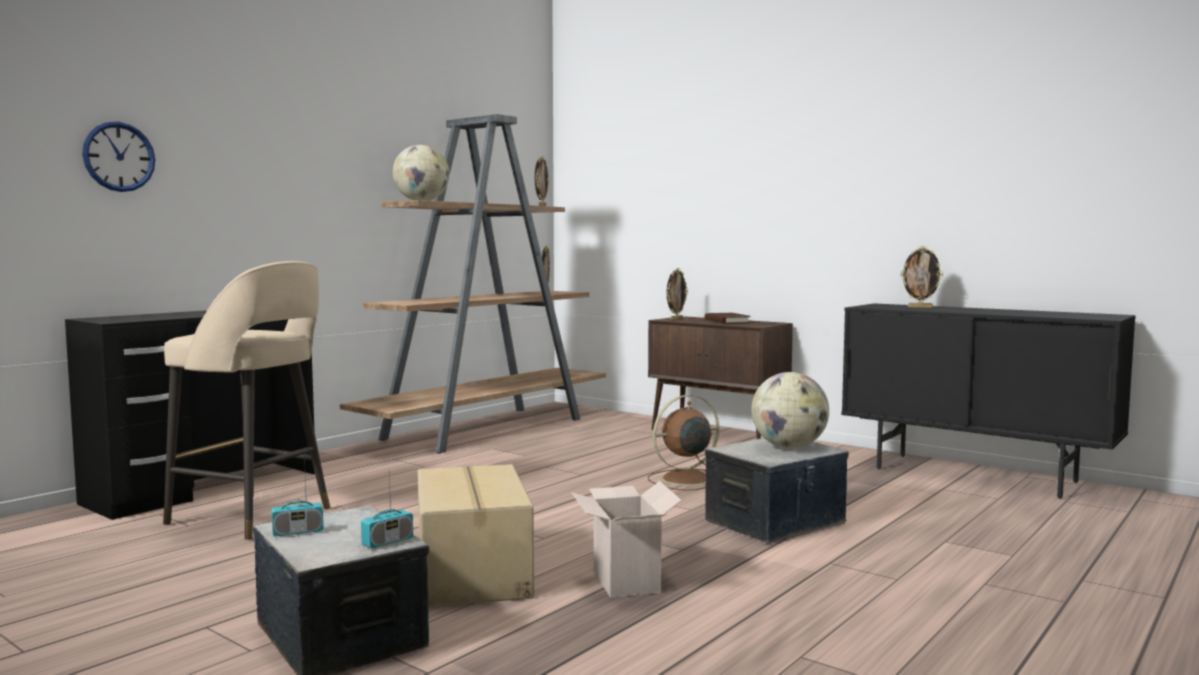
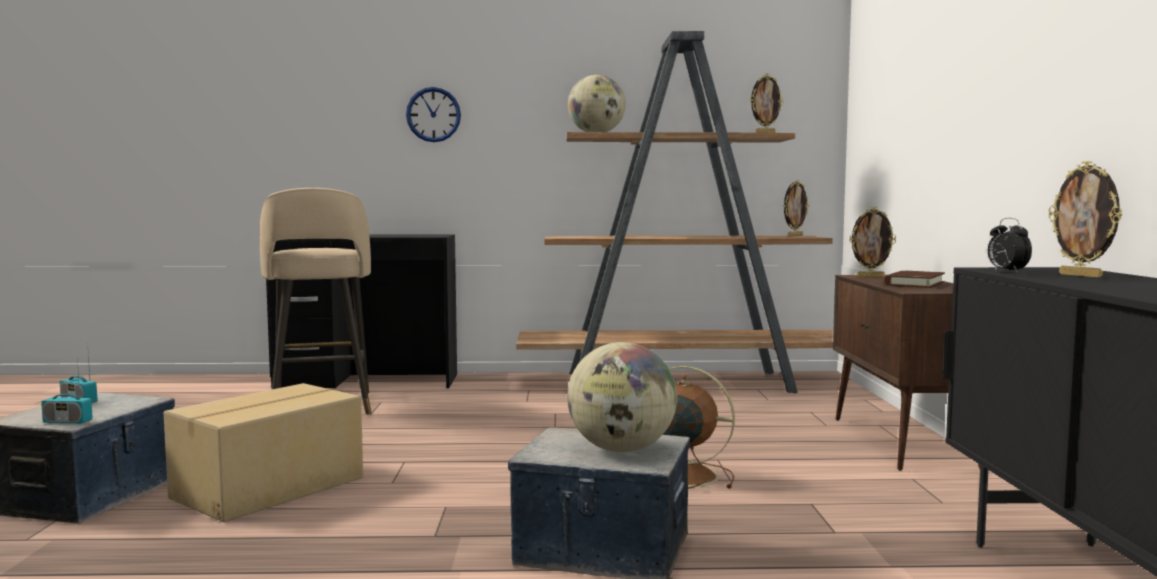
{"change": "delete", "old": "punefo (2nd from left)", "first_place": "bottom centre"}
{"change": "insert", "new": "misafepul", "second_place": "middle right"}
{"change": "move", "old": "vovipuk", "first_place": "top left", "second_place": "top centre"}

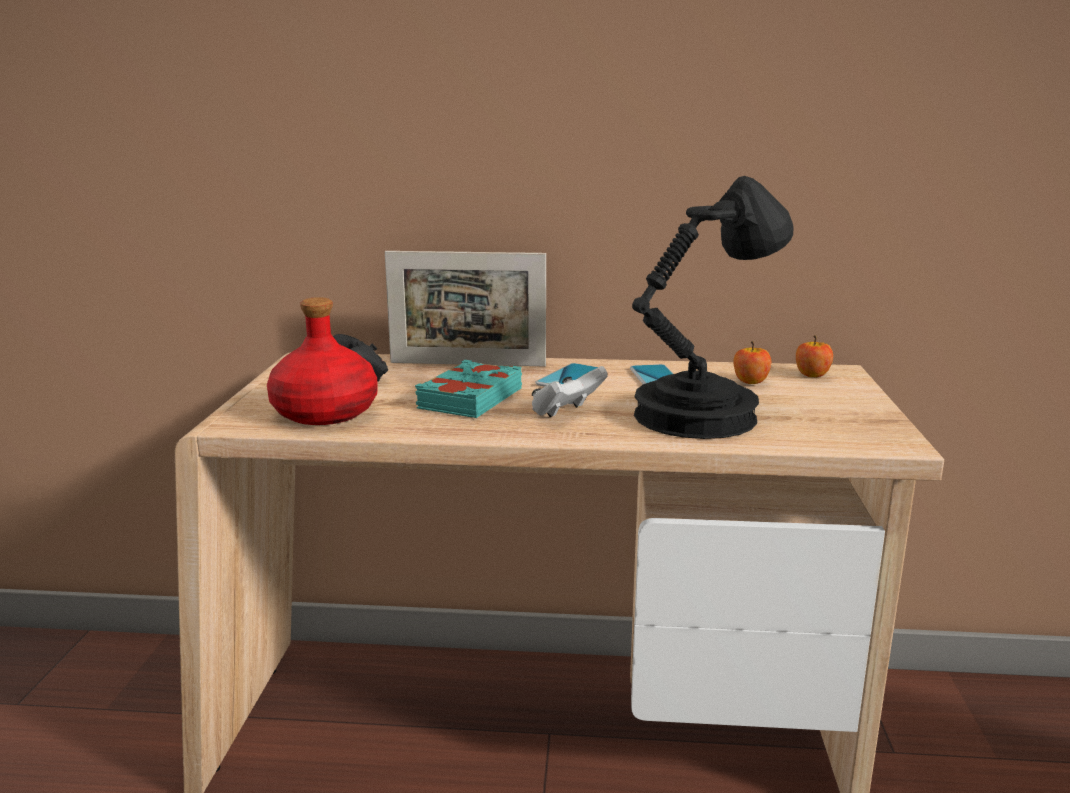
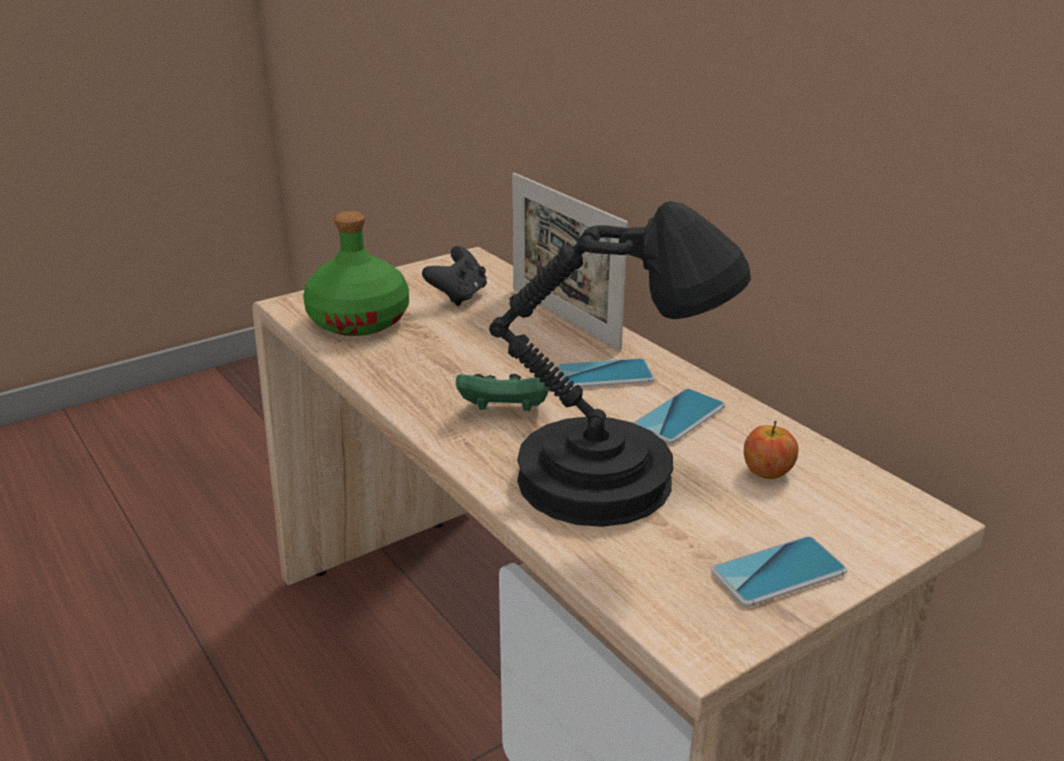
{"change": "delete", "old": "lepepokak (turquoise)", "first_place": "centre"}
{"change": "delete", "old": "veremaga (2nd from left)", "first_place": "middle right"}
{"change": "insert", "new": "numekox (3rd from left)", "second_place": "bottom right"}
{"change": "recolor", "old": "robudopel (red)", "new": "robudopel (green)", "first_place": "middle left", "second_place": "centre"}
{"change": "recolor", "old": "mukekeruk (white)", "new": "mukekeruk (green)", "first_place": "centre", "second_place": "centre"}

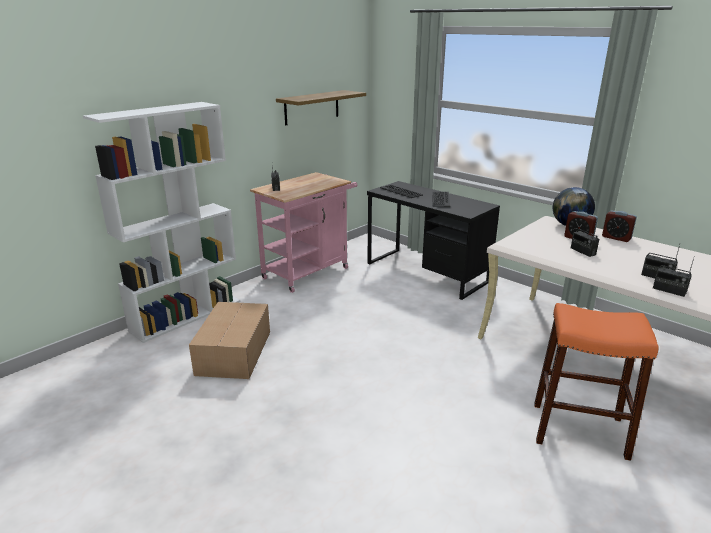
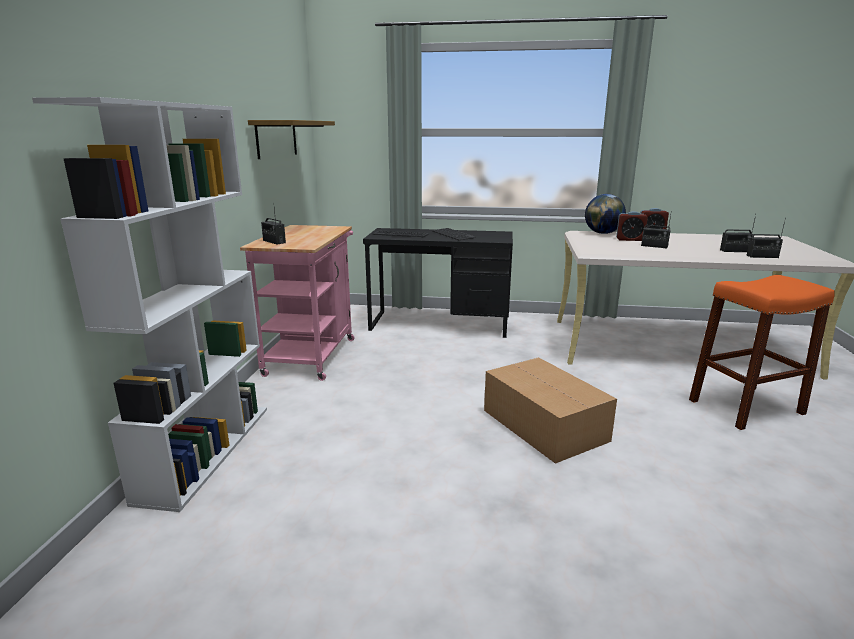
{"change": "move", "old": "punefo", "first_place": "middle left", "second_place": "centre"}

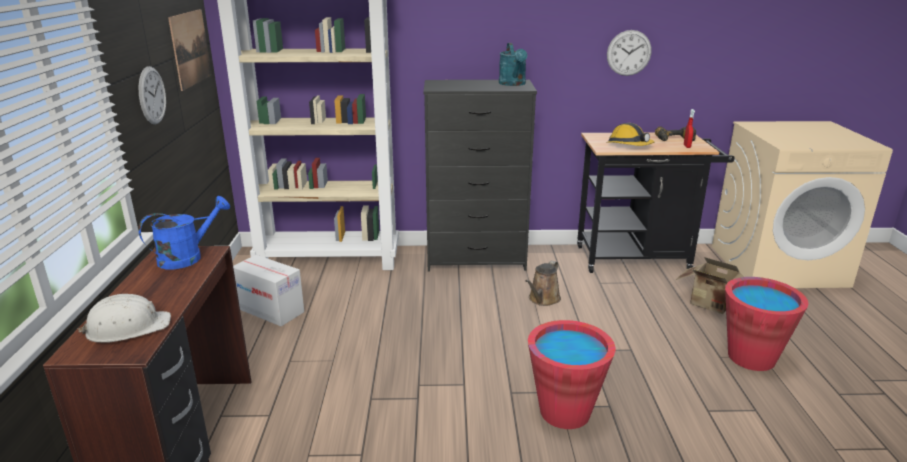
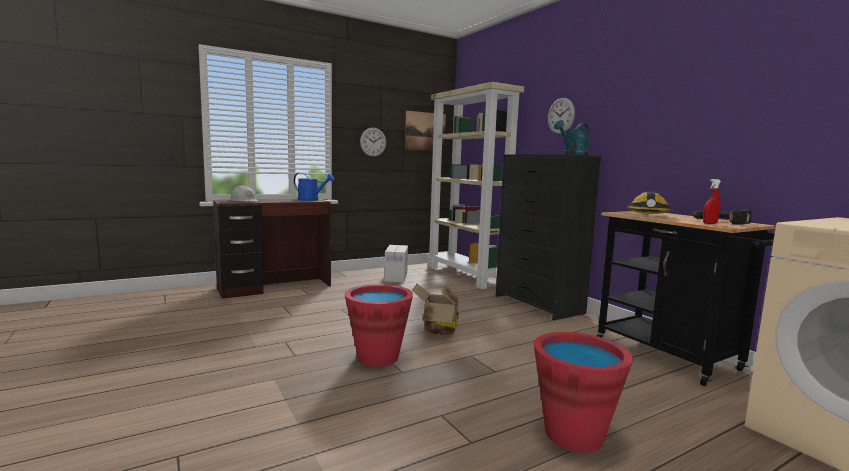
{"change": "delete", "old": "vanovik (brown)", "first_place": "centre"}
{"change": "move", "old": "vovipuk (2nd from left)", "first_place": "top right", "second_place": "top centre"}
{"change": "move", "old": "punefo (2nd from left)", "first_place": "middle right", "second_place": "centre"}

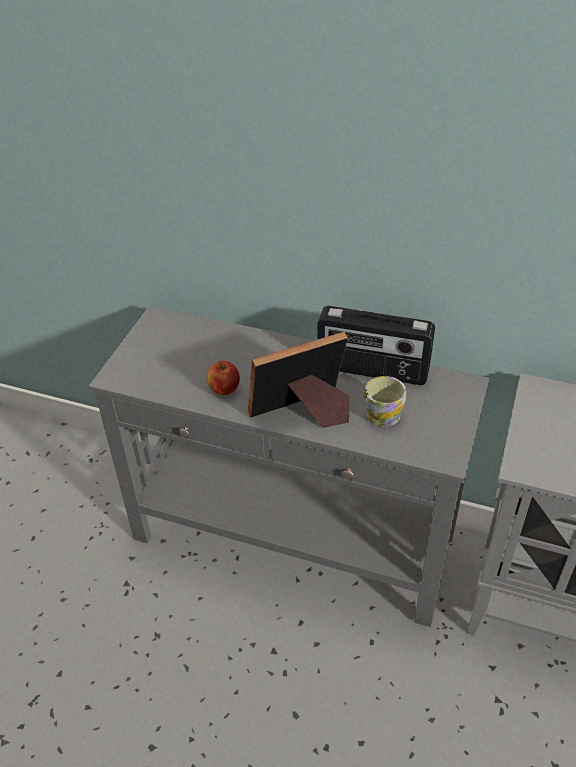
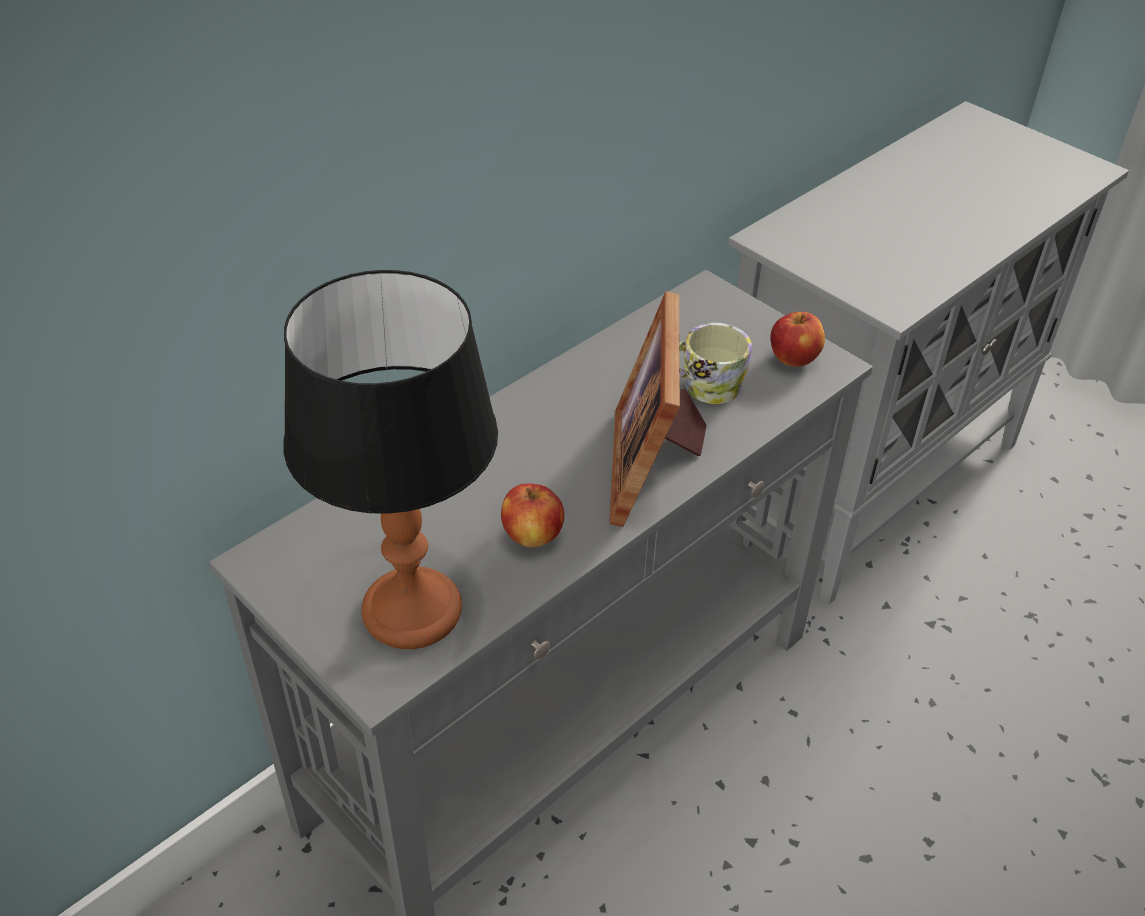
{"change": "delete", "old": "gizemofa", "first_place": "centre"}
{"change": "insert", "new": "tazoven", "second_place": "centre"}
{"change": "insert", "new": "veremaga (2nd from left)", "second_place": "middle right"}

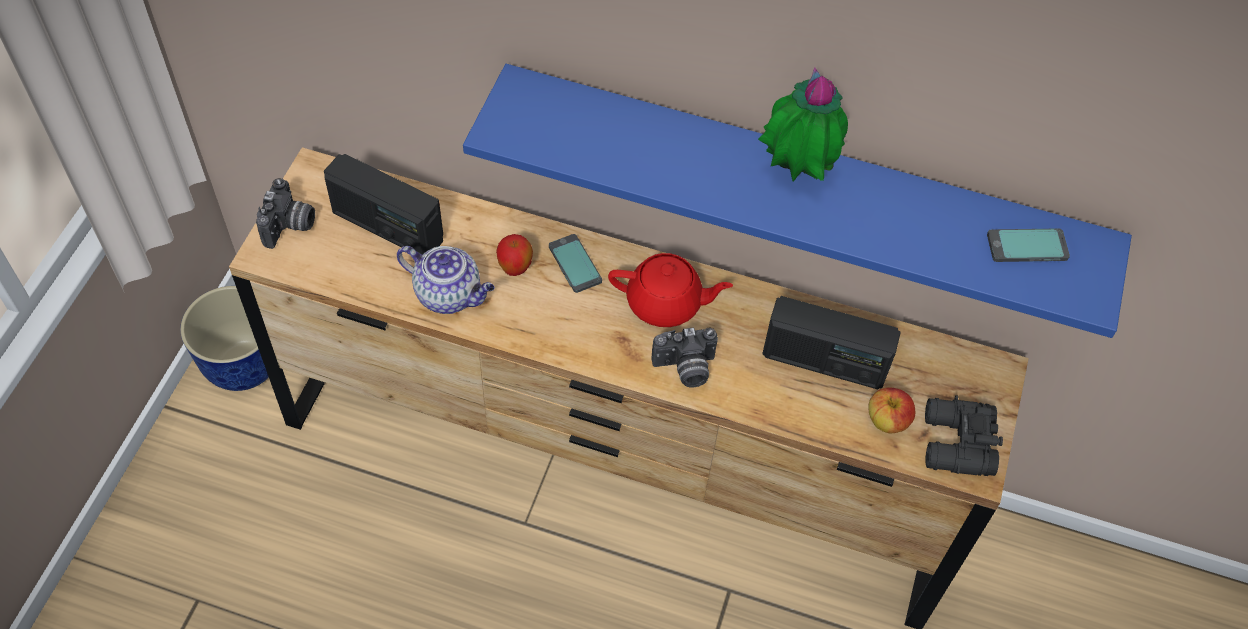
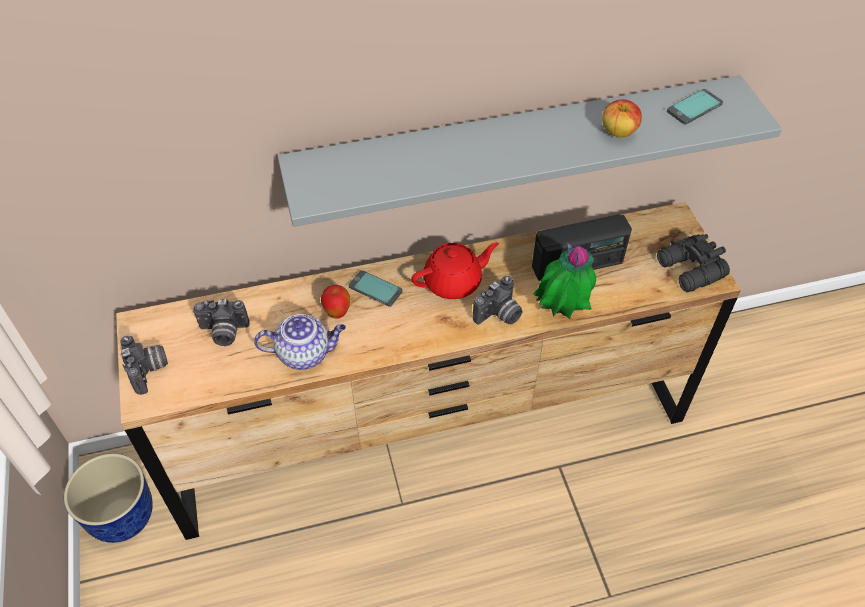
{"change": "move", "old": "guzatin", "first_place": "top centre", "second_place": "centre"}
{"change": "move", "old": "veremaga (2nd from left)", "first_place": "middle right", "second_place": "top right"}
{"change": "replace", "old": "gizemofa (1st from left)", "new": "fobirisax (2nd from left)", "first_place": "top left", "second_place": "middle left"}
{"change": "recolor", "old": "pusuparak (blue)", "new": "pusuparak (grey)", "first_place": "top centre", "second_place": "top centre"}

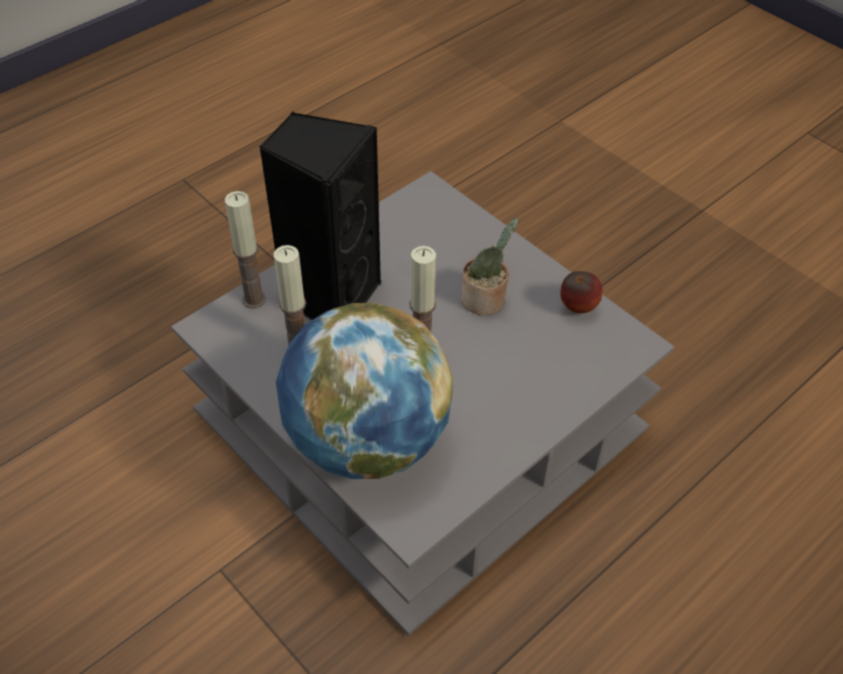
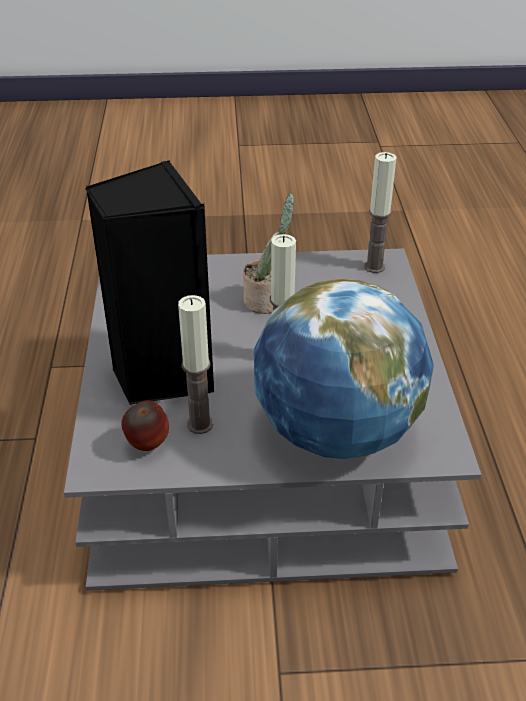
{"change": "move", "old": "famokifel (1st from left in the first image)", "new": "famokifel (3rd from left)", "first_place": "middle left", "second_place": "top right"}
{"change": "move", "old": "veremaga", "first_place": "middle right", "second_place": "middle left"}

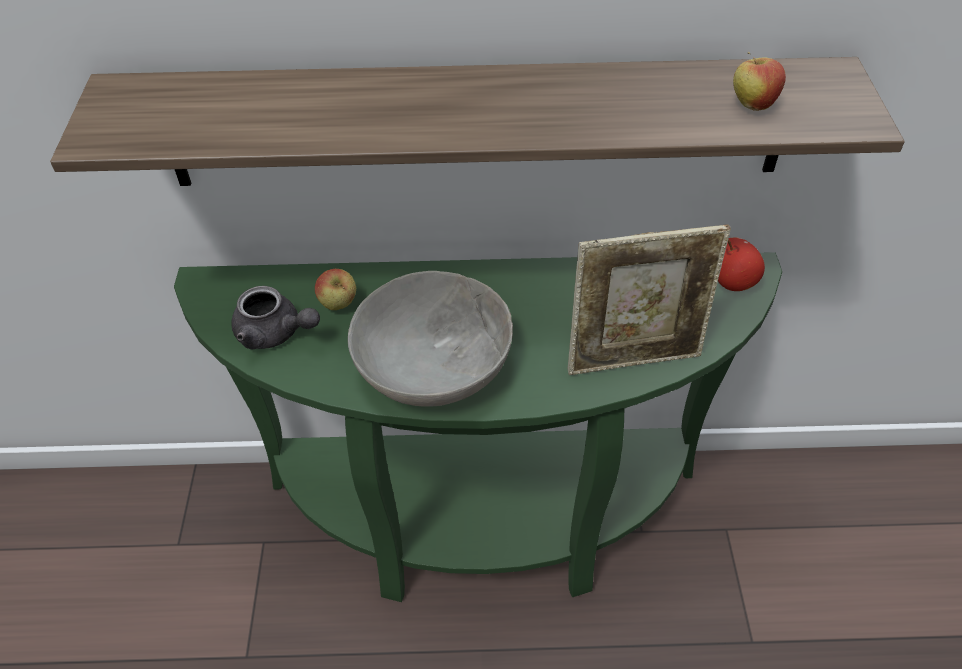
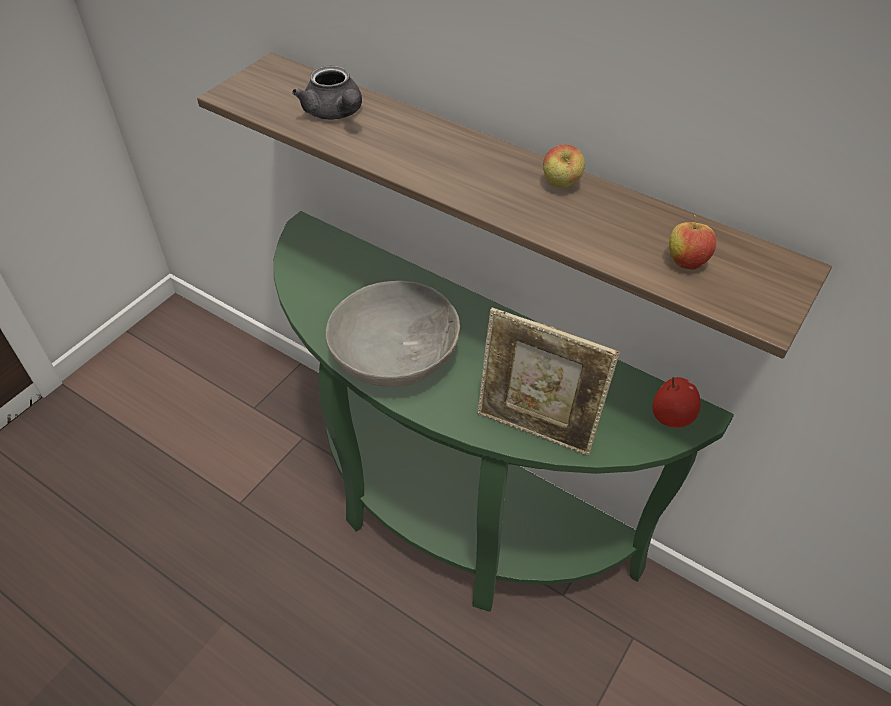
{"change": "move", "old": "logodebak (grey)", "first_place": "middle left", "second_place": "top centre"}
{"change": "move", "old": "veremaga (1st from left)", "first_place": "centre", "second_place": "top centre"}

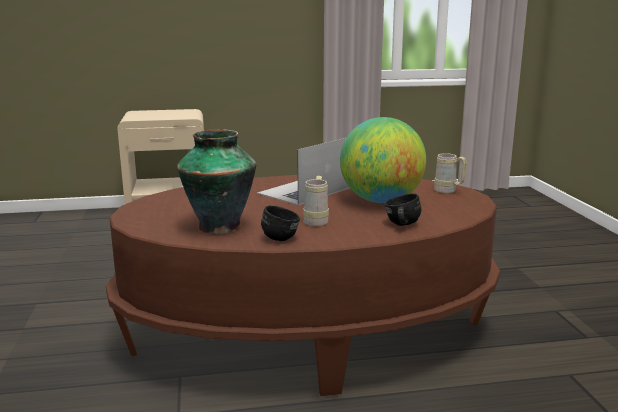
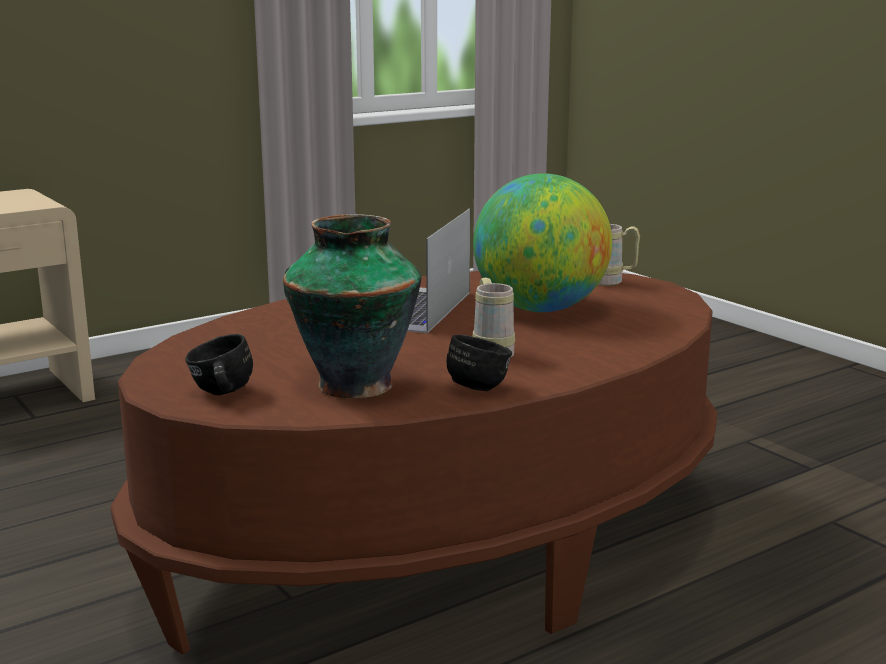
{"change": "move", "old": "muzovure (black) (2nd from left in the first image)", "new": "muzovure (black) (1st from left)", "first_place": "centre", "second_place": "middle left"}

